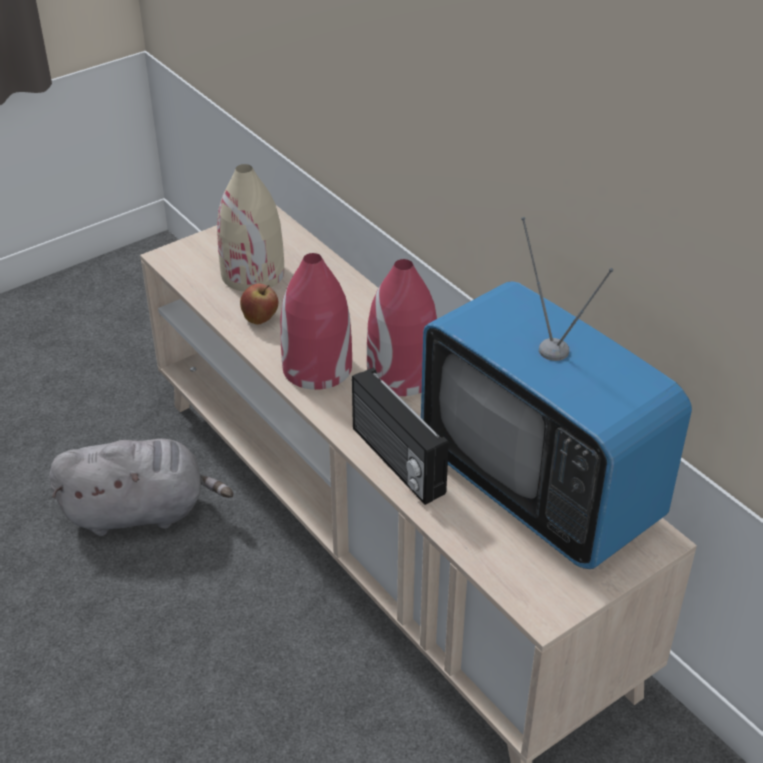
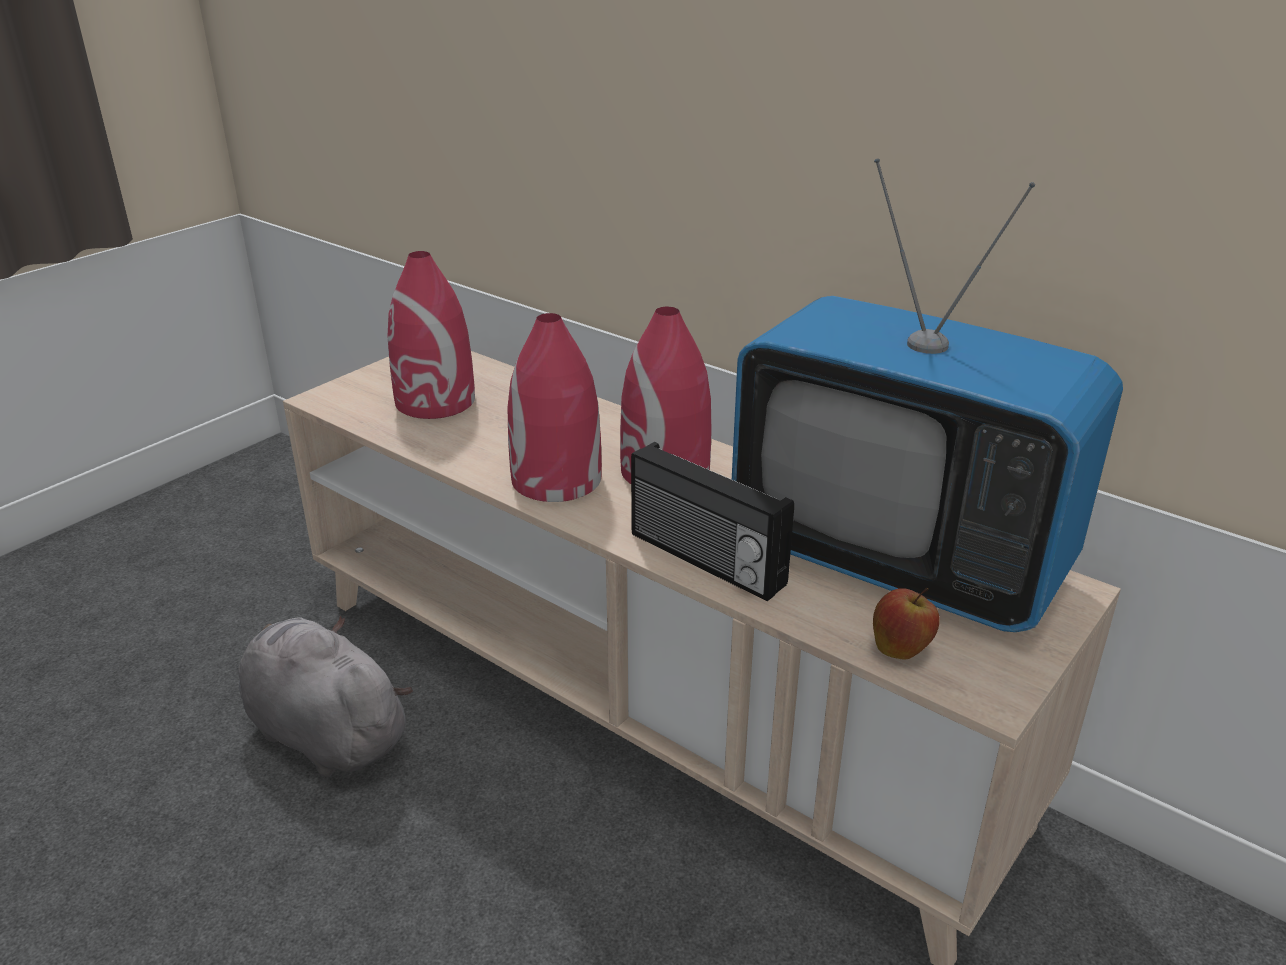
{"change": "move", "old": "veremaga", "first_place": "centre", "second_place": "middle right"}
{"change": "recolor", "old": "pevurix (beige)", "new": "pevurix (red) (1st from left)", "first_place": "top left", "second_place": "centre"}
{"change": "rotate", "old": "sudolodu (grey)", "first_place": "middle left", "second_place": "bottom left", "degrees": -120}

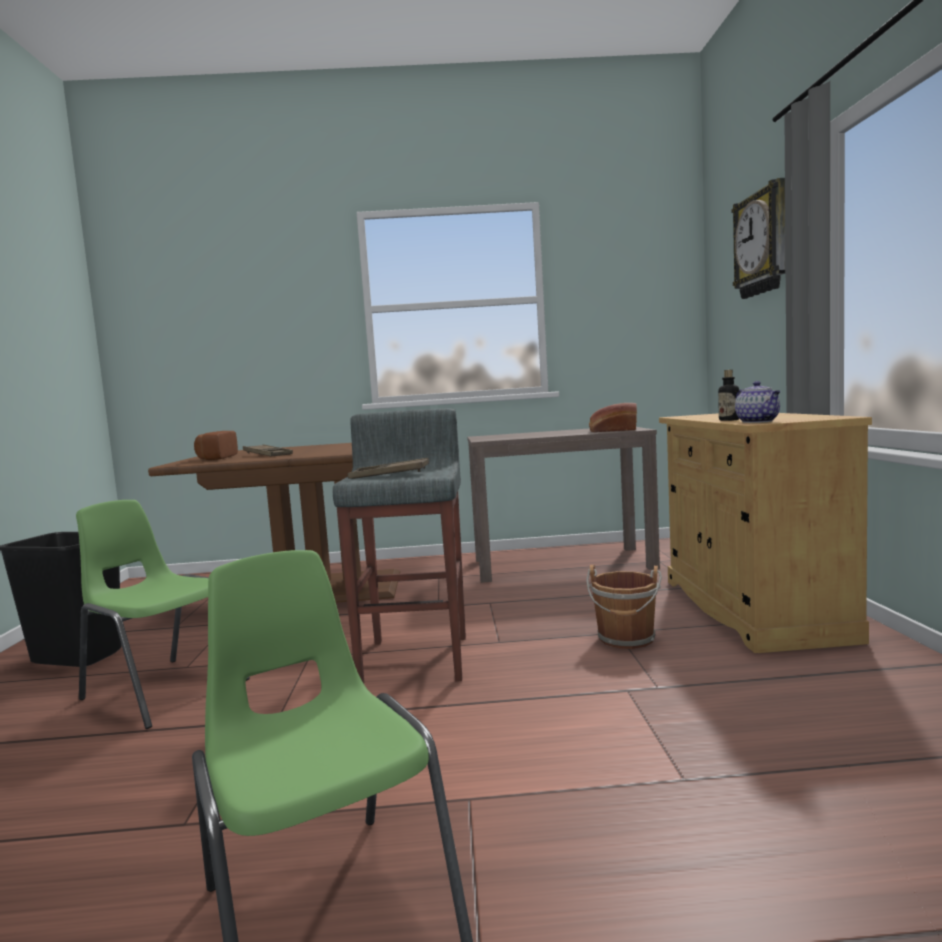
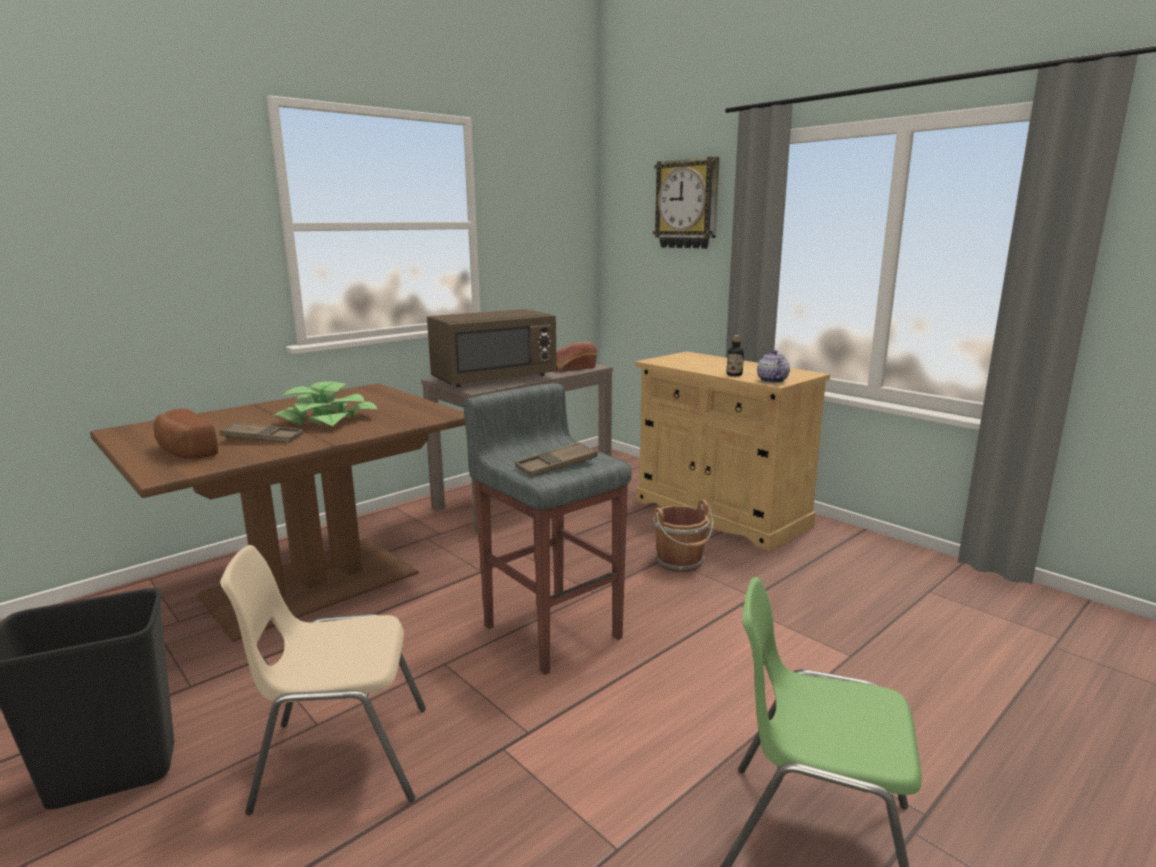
{"change": "insert", "new": "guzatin", "second_place": "middle left"}
{"change": "insert", "new": "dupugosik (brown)", "second_place": "centre"}
{"change": "recolor", "old": "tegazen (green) (1st from left)", "new": "tegazen (beige)", "first_place": "middle left", "second_place": "bottom left"}
{"change": "rotate", "old": "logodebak", "first_place": "middle right", "second_place": "middle right", "degrees": -135}

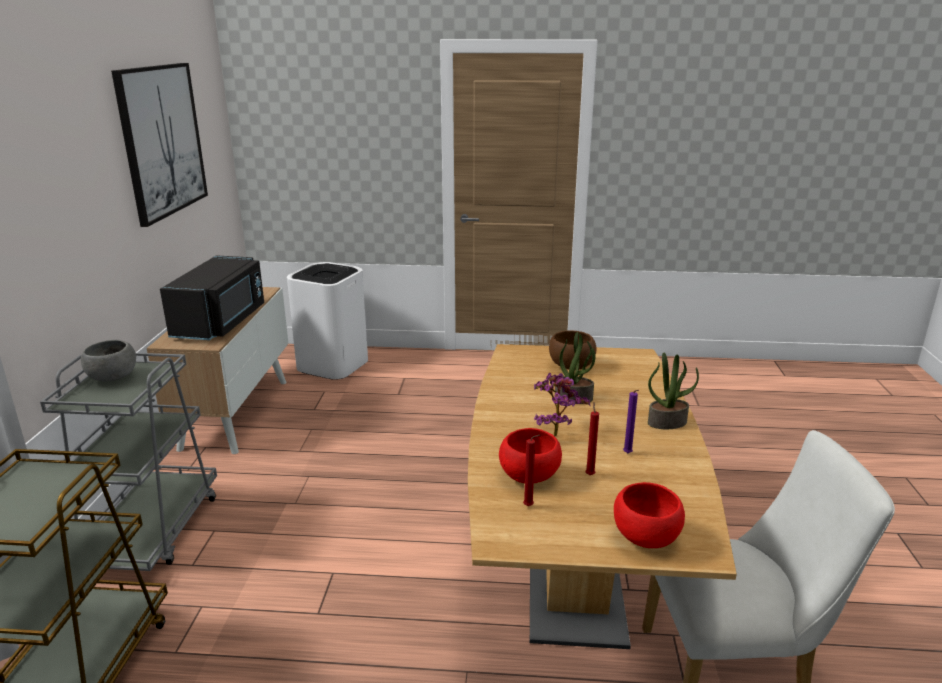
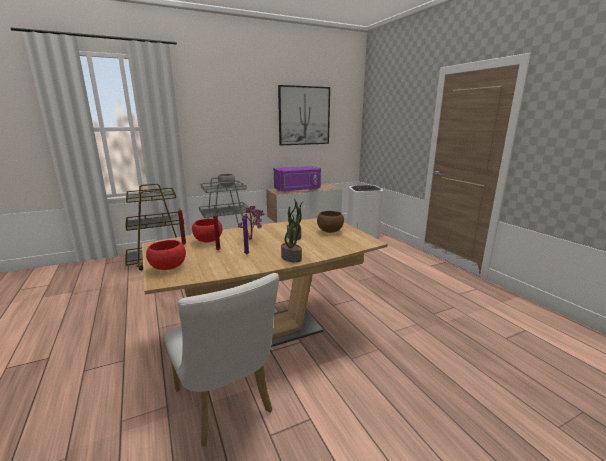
{"change": "recolor", "old": "dupugosik (black)", "new": "dupugosik (purple)", "first_place": "middle left", "second_place": "centre"}

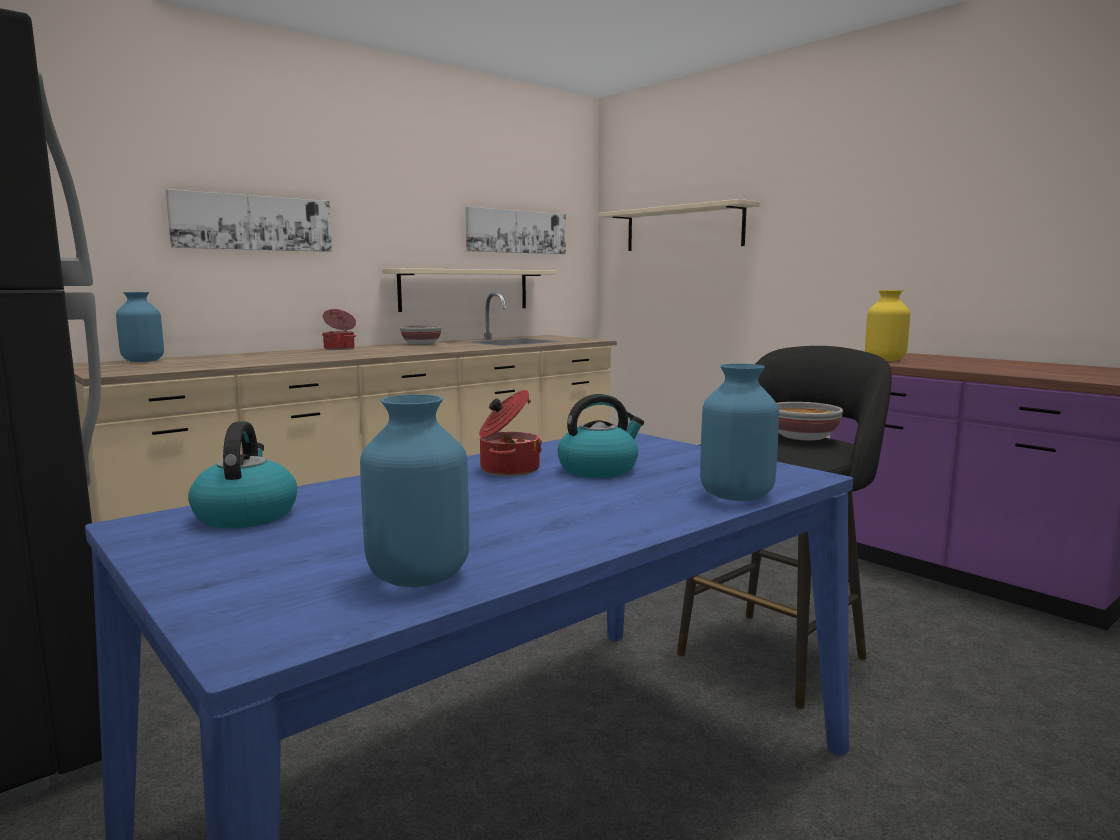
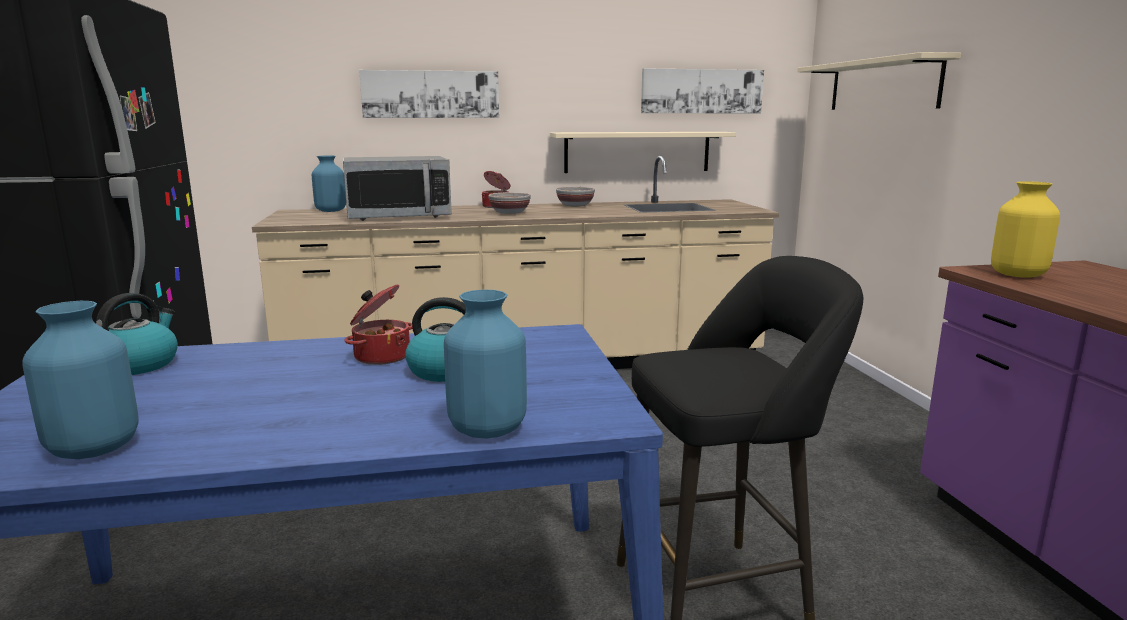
{"change": "insert", "new": "dupugosik", "second_place": "top centre"}
{"change": "move", "old": "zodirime (2nd from left in the first image)", "new": "zodirime (1st from left)", "first_place": "middle right", "second_place": "top centre"}

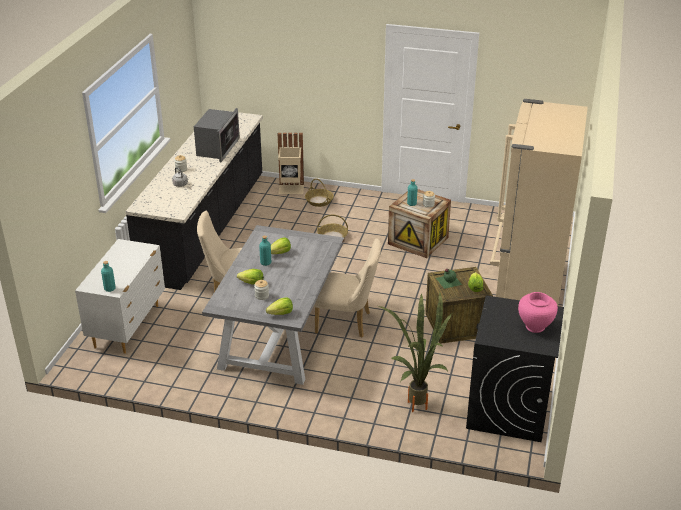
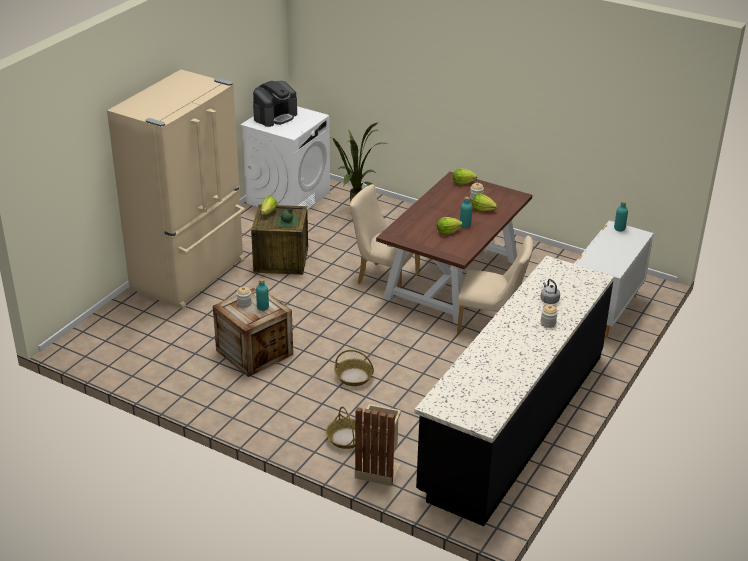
{"change": "delete", "old": "dupugosik", "first_place": "top left"}
{"change": "replace", "old": "pevurix (pink)", "new": "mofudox", "first_place": "middle right", "second_place": "top centre"}
{"change": "recolor", "old": "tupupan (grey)", "new": "tupupan (brown)", "first_place": "centre", "second_place": "centre"}
{"change": "recolor", "old": "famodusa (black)", "new": "famodusa (white)", "first_place": "bottom right", "second_place": "top centre"}

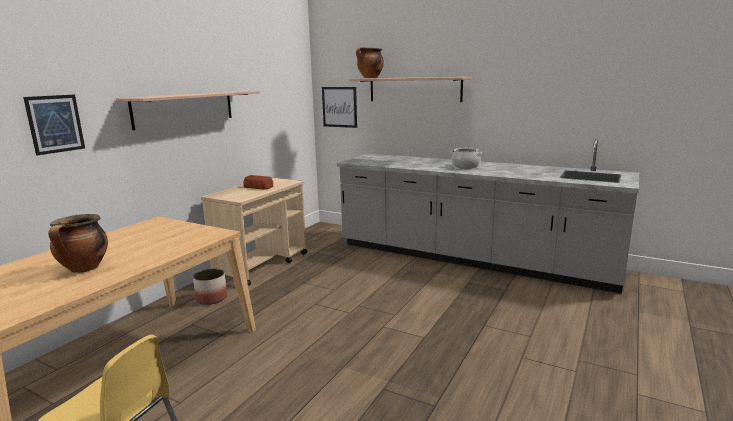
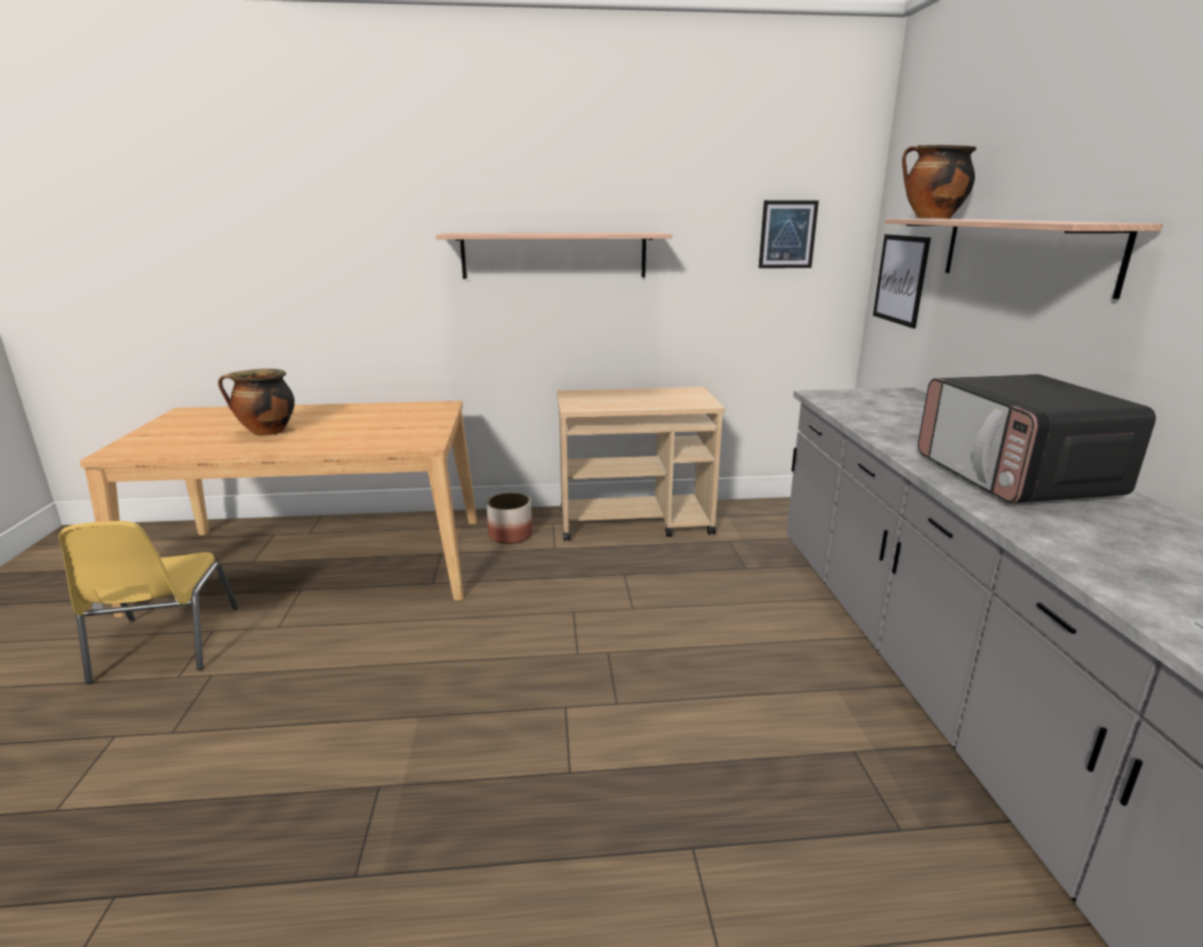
{"change": "delete", "old": "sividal", "first_place": "centre"}
{"change": "move", "old": "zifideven (1st from left)", "first_place": "top left", "second_place": "top centre"}
{"change": "replace", "old": "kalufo (3rd from left)", "new": "dupugosik", "first_place": "centre", "second_place": "middle right"}

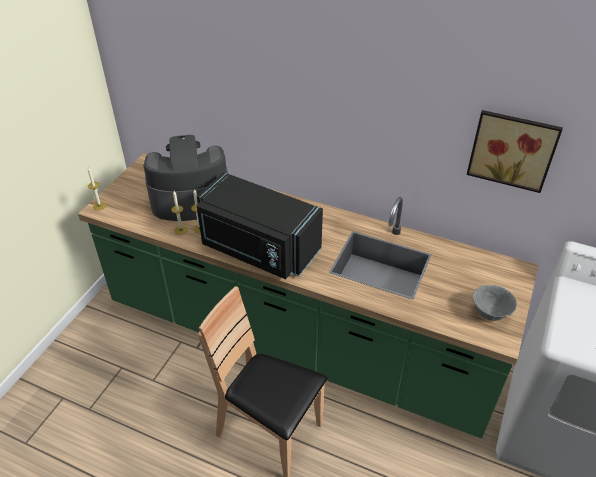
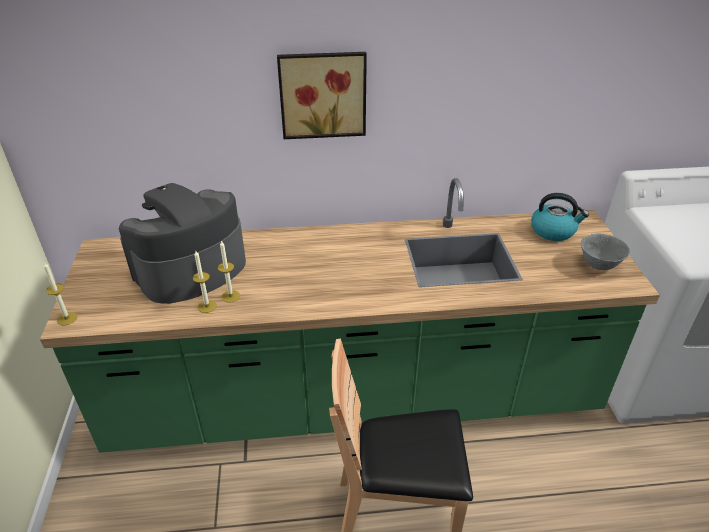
{"change": "delete", "old": "dupugosik (black)", "first_place": "centre"}
{"change": "insert", "new": "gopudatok", "second_place": "middle right"}
{"change": "move", "old": "zifideven", "first_place": "top right", "second_place": "top centre"}

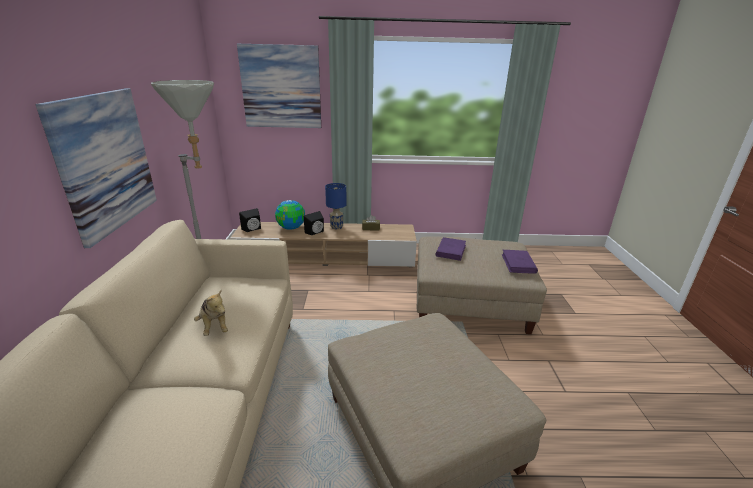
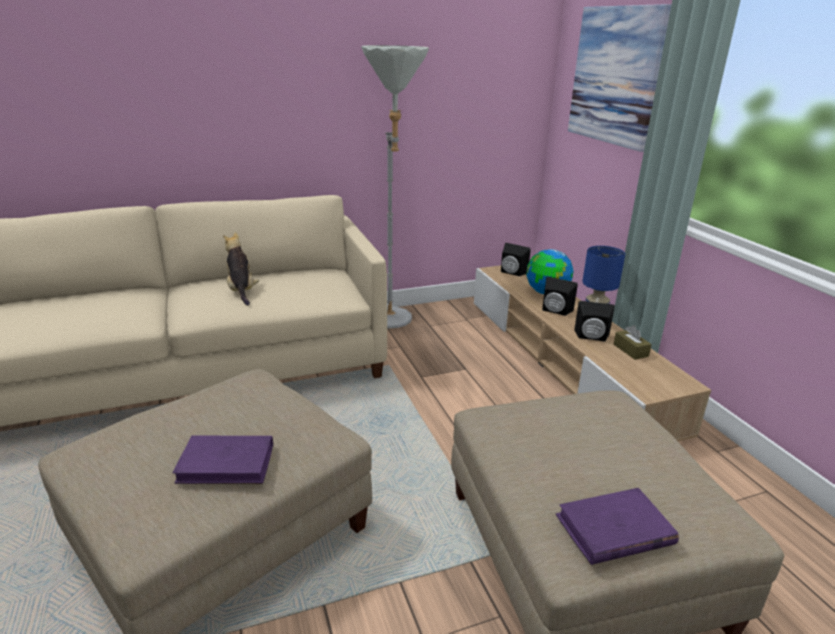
{"change": "delete", "old": "zifideven (1st from left)", "first_place": "middle left"}
{"change": "insert", "new": "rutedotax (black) (3rd from left)", "second_place": "middle right"}
{"change": "move", "old": "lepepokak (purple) (1st from left)", "first_place": "centre", "second_place": "bottom left"}
{"change": "rotate", "old": "sudolodu", "first_place": "middle left", "second_place": "middle left", "degrees": 120}

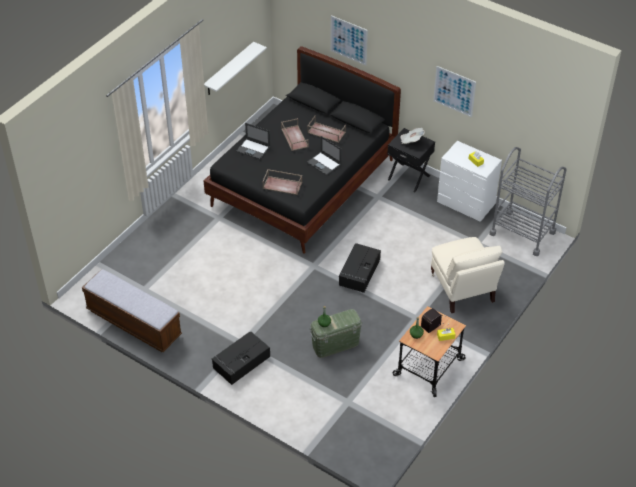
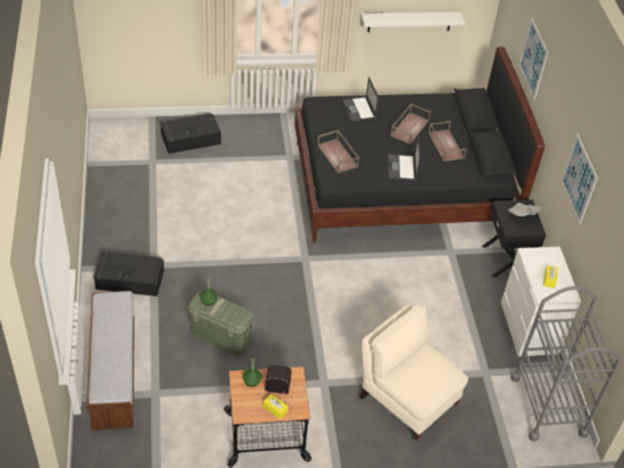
{"change": "move", "old": "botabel", "first_place": "middle left", "second_place": "bottom left"}
{"change": "move", "old": "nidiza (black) (2nd from left)", "first_place": "centre", "second_place": "top left"}
{"change": "rotate", "old": "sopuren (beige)", "first_place": "middle right", "second_place": "bottom centre", "degrees": 105}

